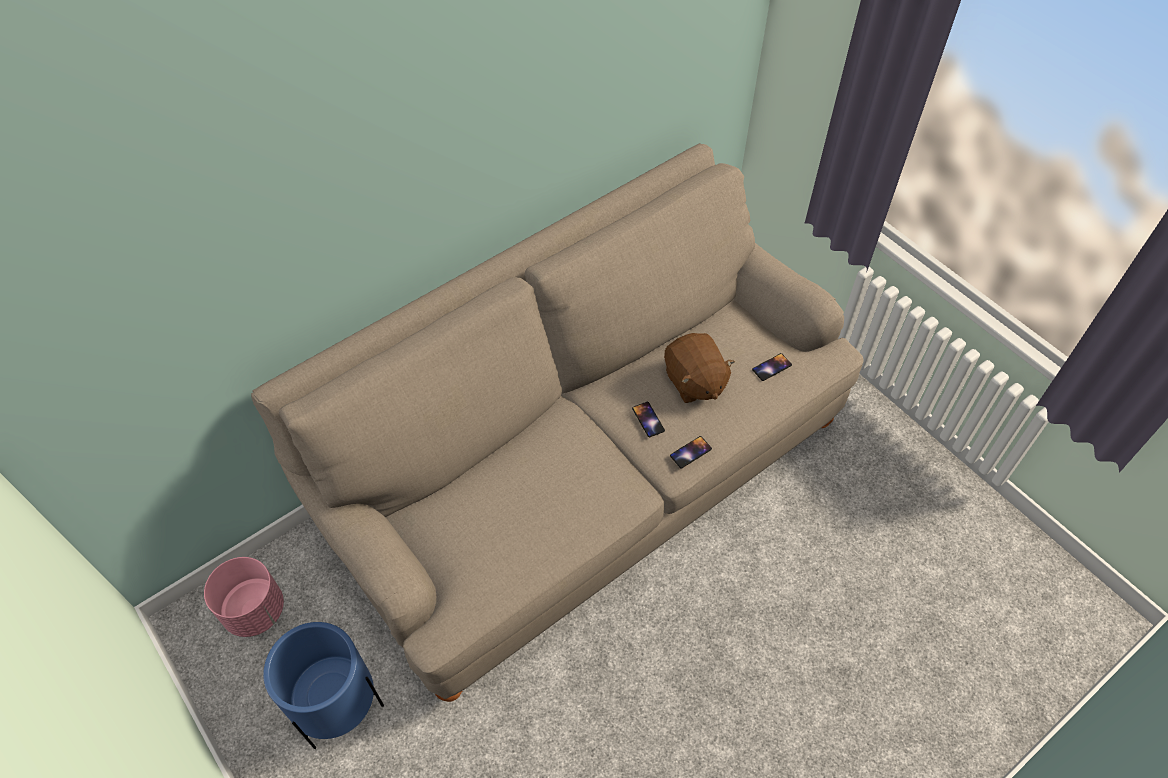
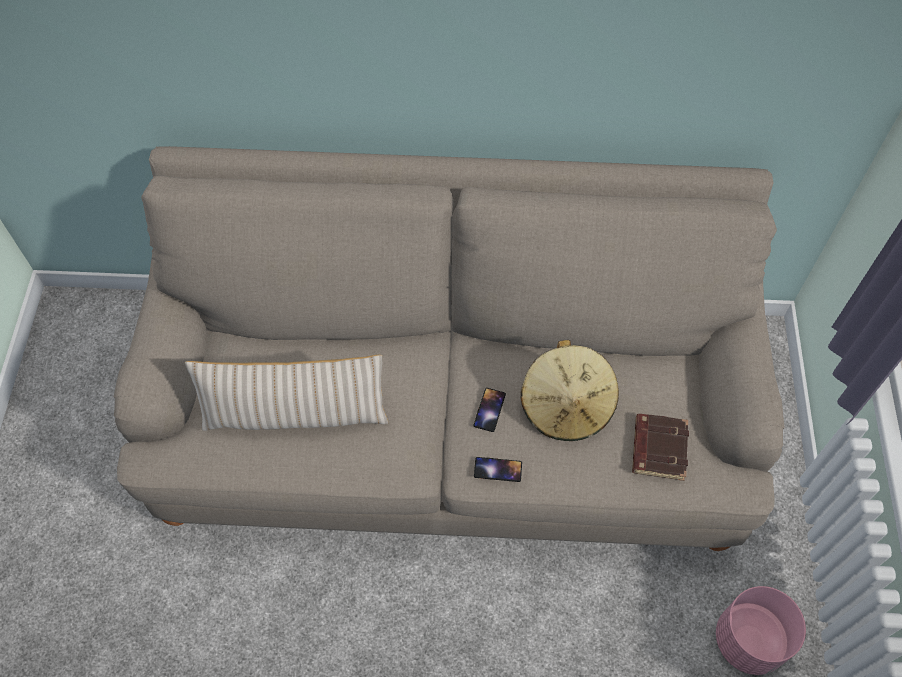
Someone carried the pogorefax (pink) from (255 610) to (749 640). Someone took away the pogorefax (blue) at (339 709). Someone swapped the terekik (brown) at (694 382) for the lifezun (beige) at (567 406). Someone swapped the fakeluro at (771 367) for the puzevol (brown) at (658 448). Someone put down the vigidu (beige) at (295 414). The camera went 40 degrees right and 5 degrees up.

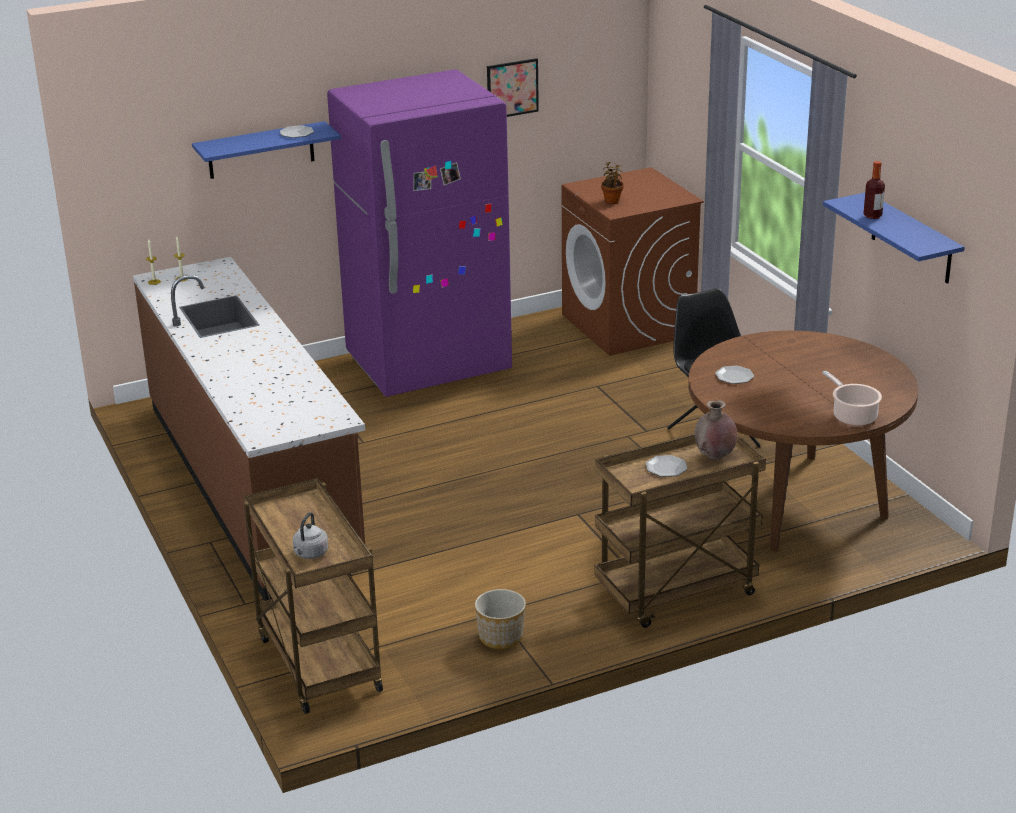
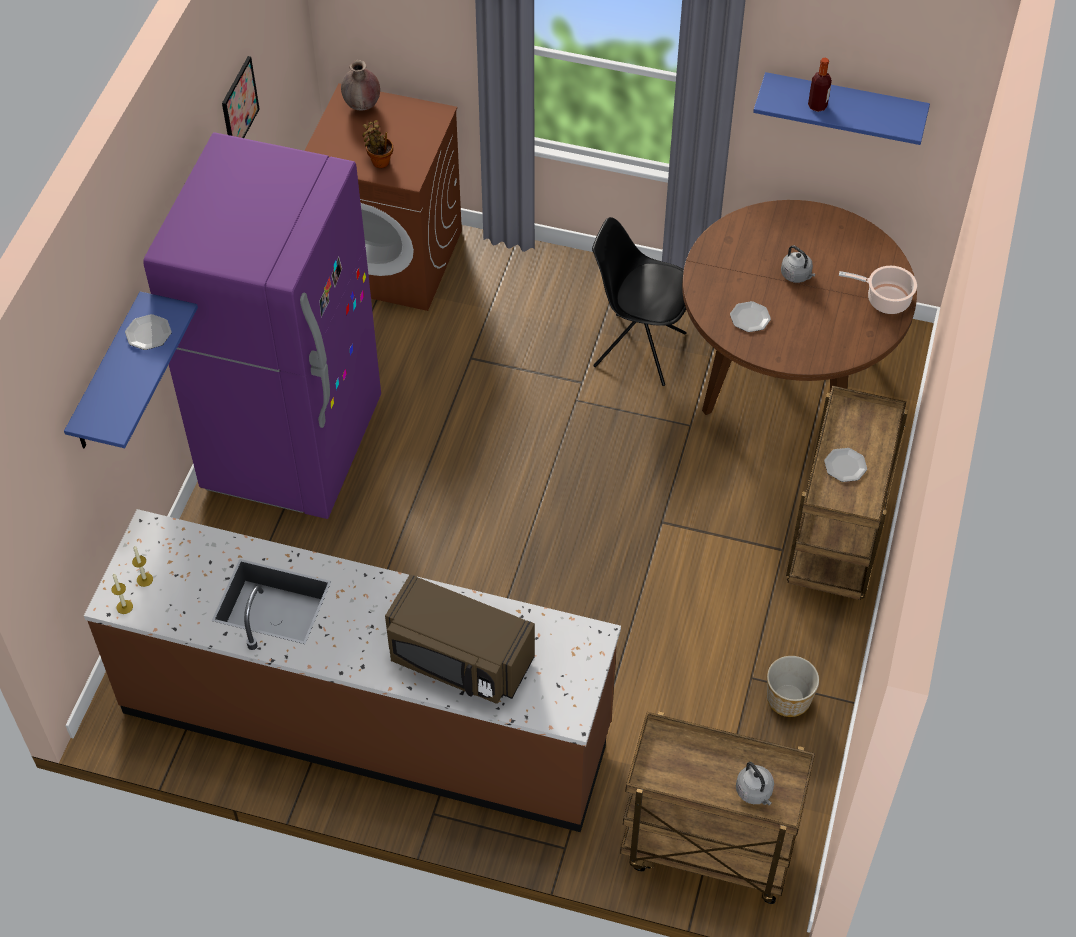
Someone carried the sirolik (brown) from (714 456) to (362 106). Someone put down the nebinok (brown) at (459 660). Someone put down the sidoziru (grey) at (797 275). The camera went 50 degrees left and 25 degrees up.

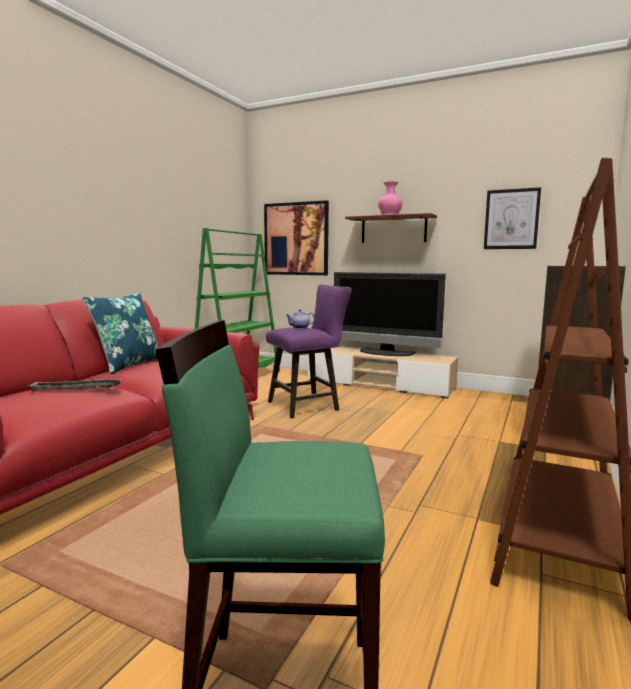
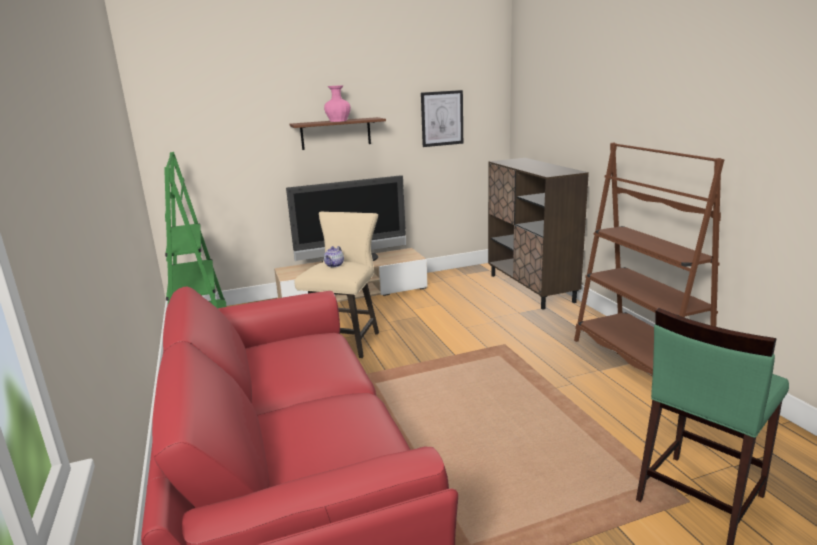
Someone took away the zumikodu at (76 389). Someone took away the vigidu (blue) at (128 365). Someone took away the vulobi at (296 239). Someone repainted the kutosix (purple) at (308 405), which became the kutosix (beige) at (346 339). The camera went 45 degrees left and 10 degrees up.

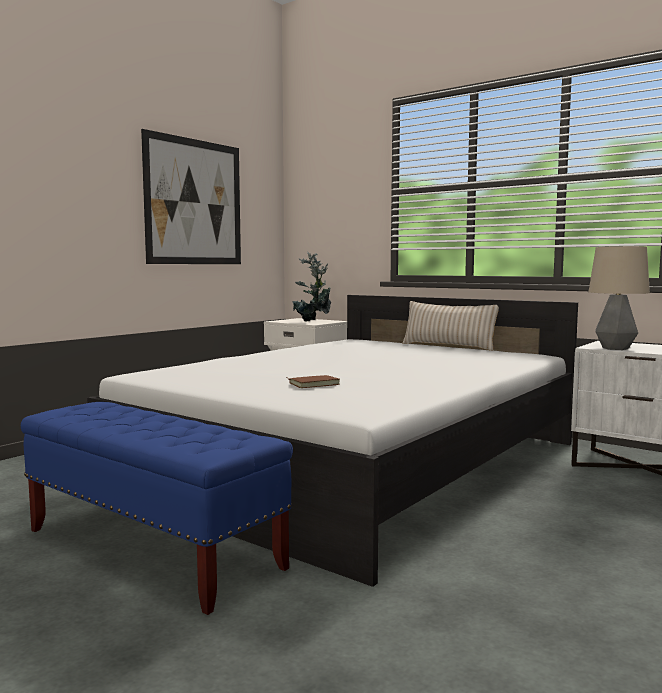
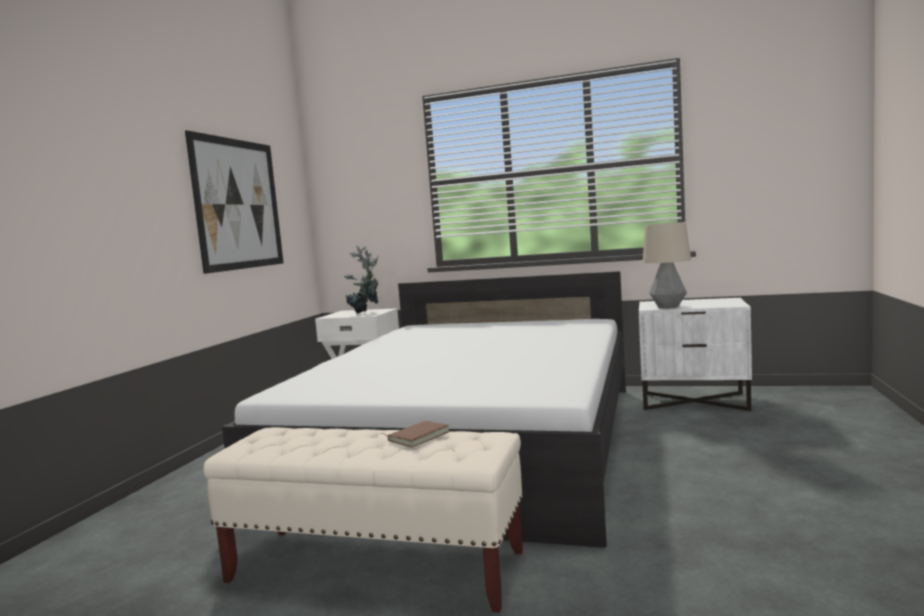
Someone repainted the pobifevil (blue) at (152 550), which became the pobifevil (beige) at (375 568). Someone carried the puzevol (brown) from (313 384) to (417 436). Someone took away the vigidu (beige) at (448 346). The camera went 20 degrees left and 0 degrees up.

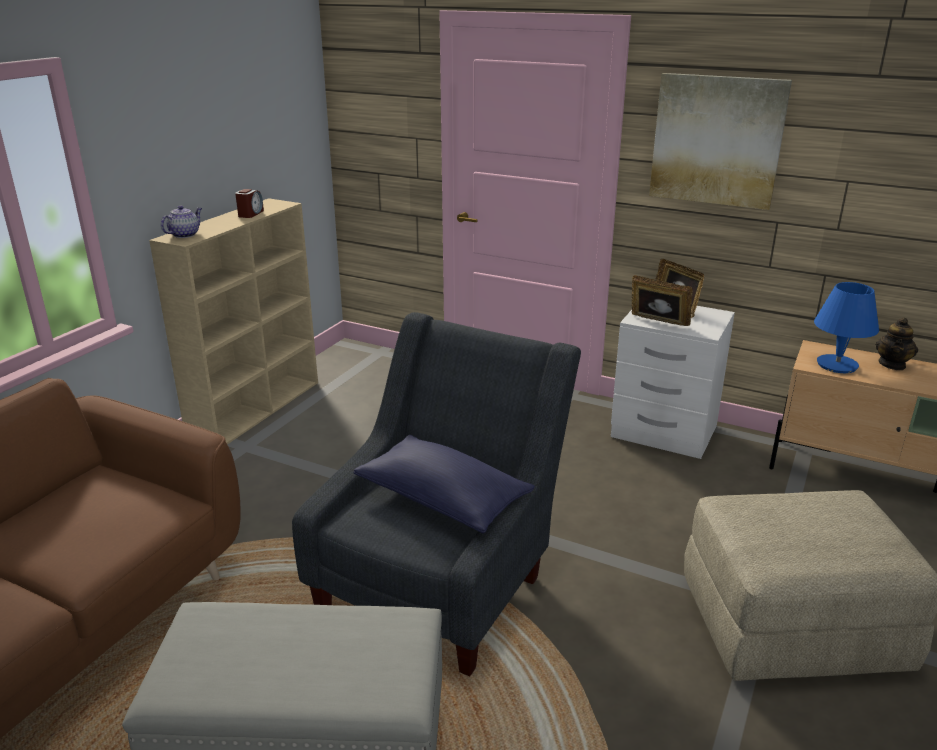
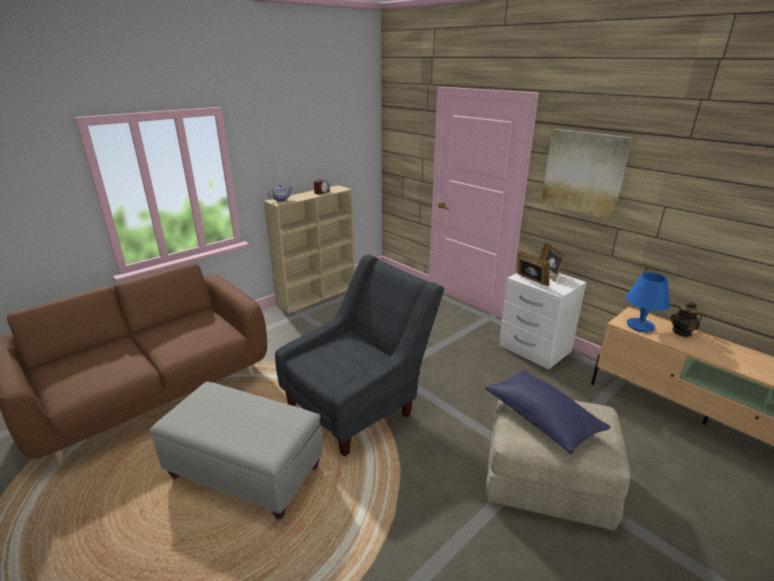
Someone carried the vigidu (blue) from (443 500) to (542 419). The camera went 20 degrees right and 0 degrees up.

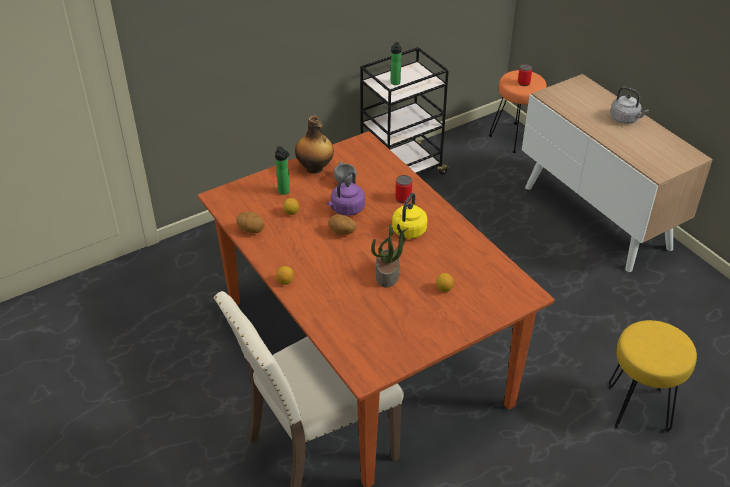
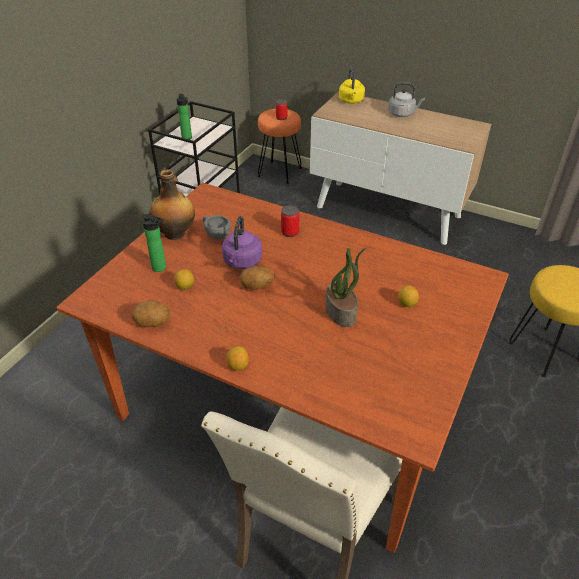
Someone carried the sidoziru (yellow) from (408 232) to (351 101). The camera went 30 degrees left and 0 degrees up.

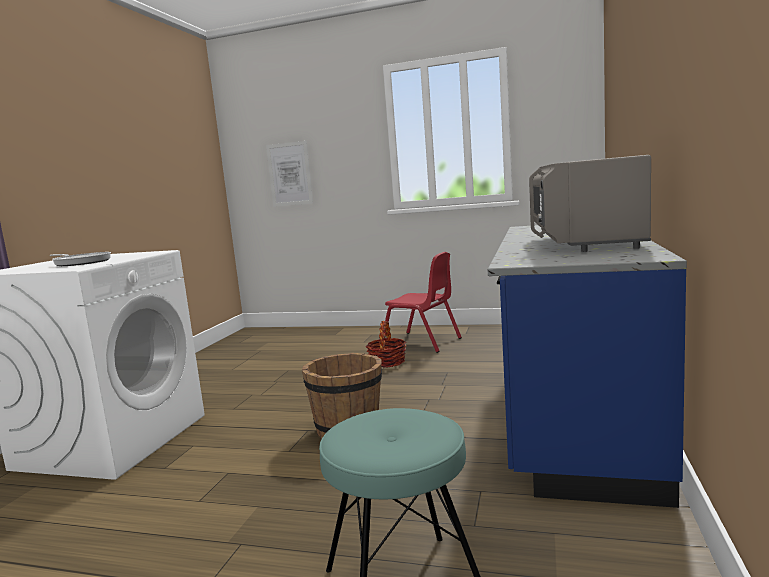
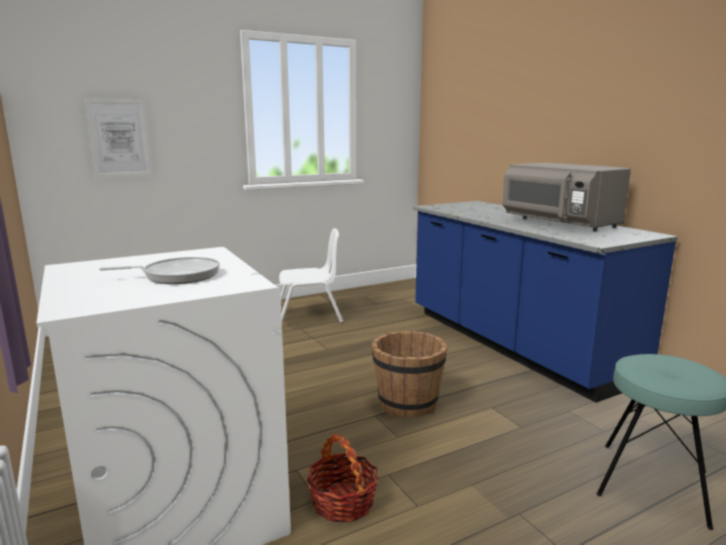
Someone carried the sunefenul from (387 362) to (342 502). Someone repainted the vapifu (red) at (421 342), which became the vapifu (white) at (309 316). The camera went 45 degrees left and 5 degrees up.

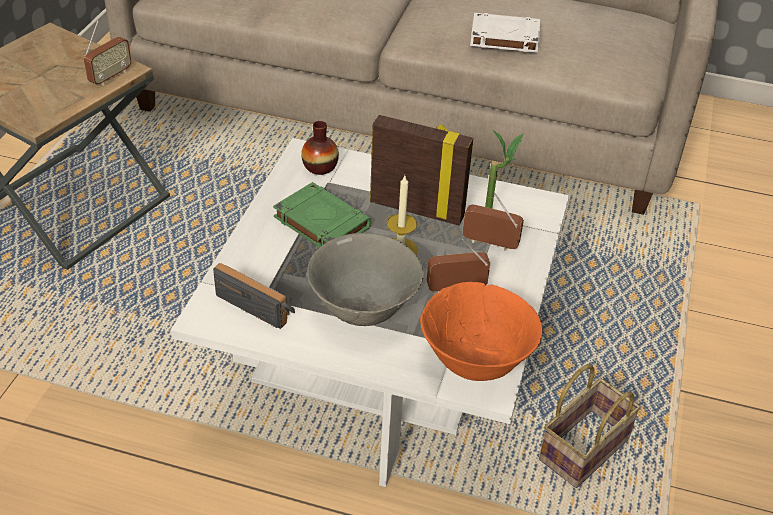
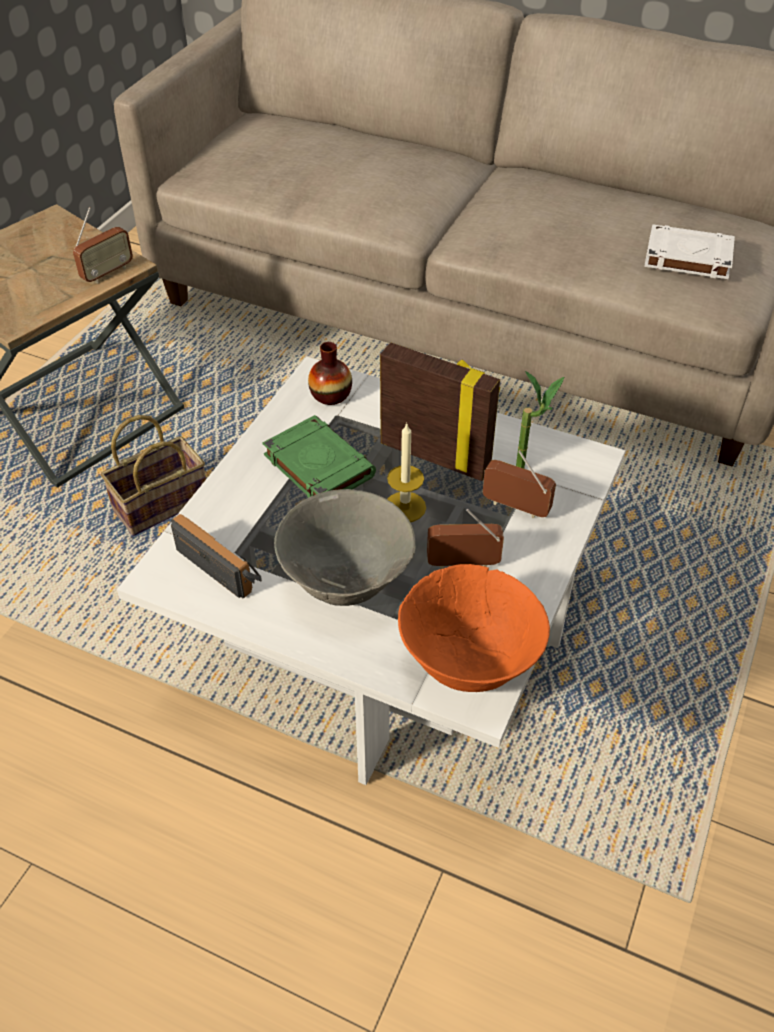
Someone carried the puzevol (white) from (503 37) to (686 257). Someone carried the sunefenul from (583 447) to (162 502). The camera went 10 degrees right and 5 degrees up.

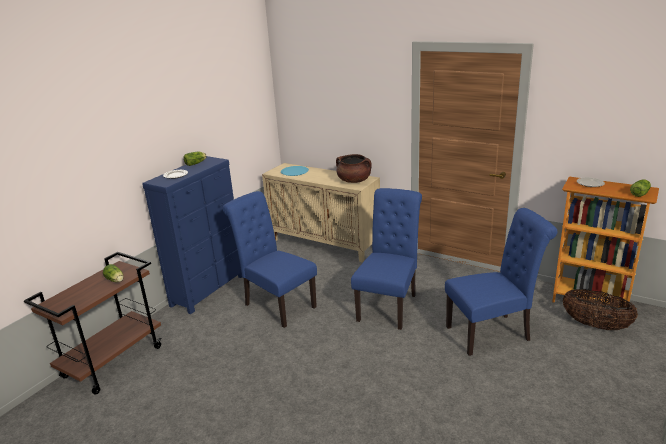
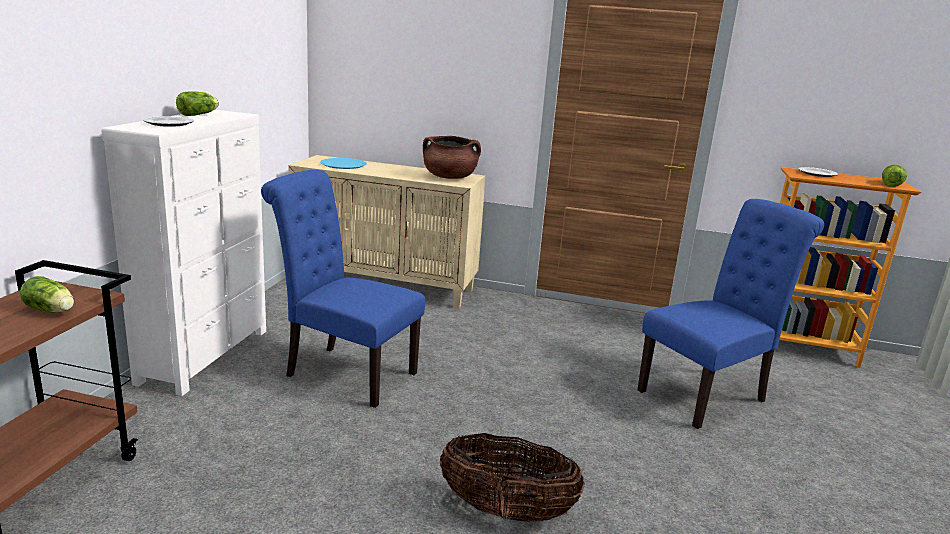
Someone repainted the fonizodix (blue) at (209 290), which became the fonizodix (white) at (207 356). Someone took away the vapifu (blue) at (389 305). Someone carried the sunefenul from (595 325) to (506 511). The camera went 20 degrees left and 5 degrees down.

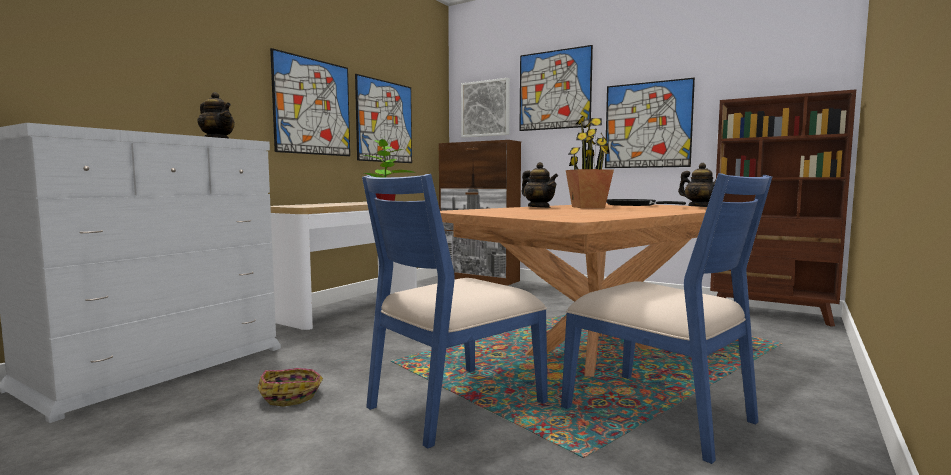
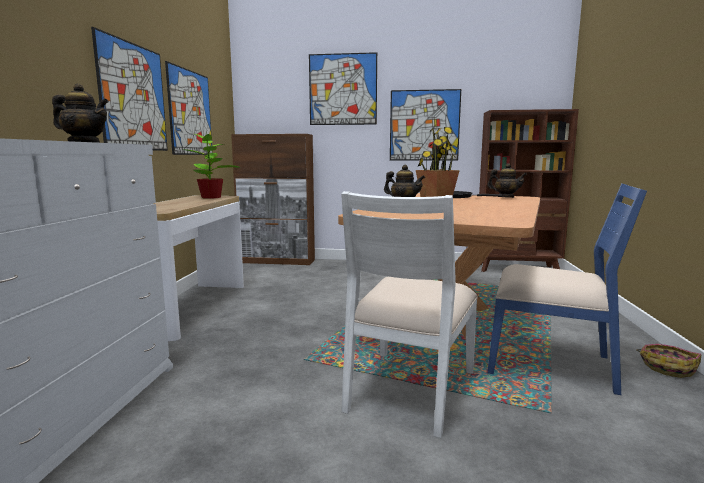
Someone carried the sunefenul from (291 395) to (667 367). Someone repainted the vapifu (blue) at (454 404), which became the vapifu (white) at (409 390). Someone took away the vulobi at (485 108). The camera went 25 degrees left and 5 degrees up.

